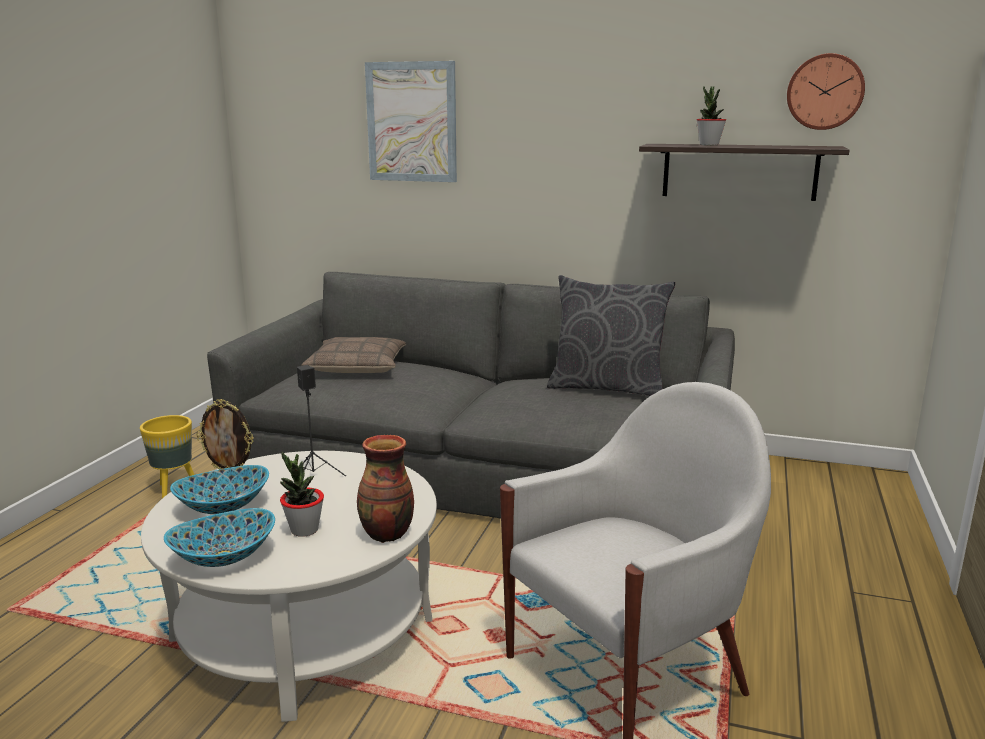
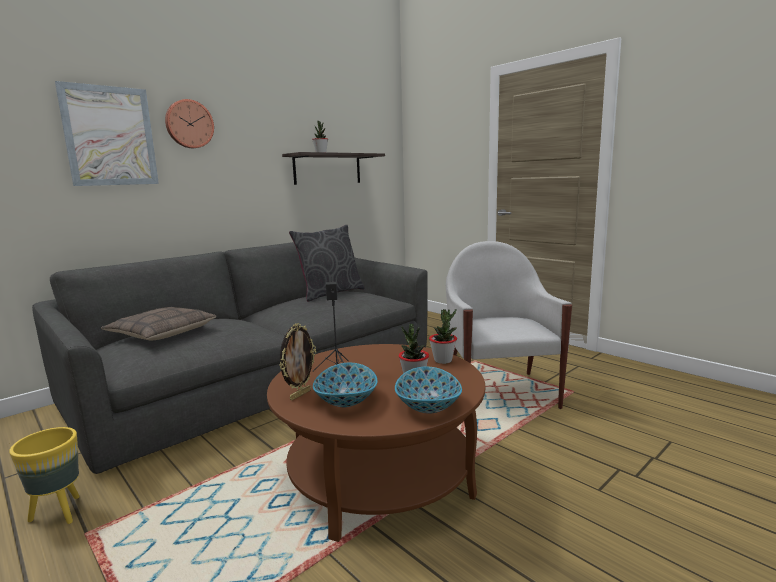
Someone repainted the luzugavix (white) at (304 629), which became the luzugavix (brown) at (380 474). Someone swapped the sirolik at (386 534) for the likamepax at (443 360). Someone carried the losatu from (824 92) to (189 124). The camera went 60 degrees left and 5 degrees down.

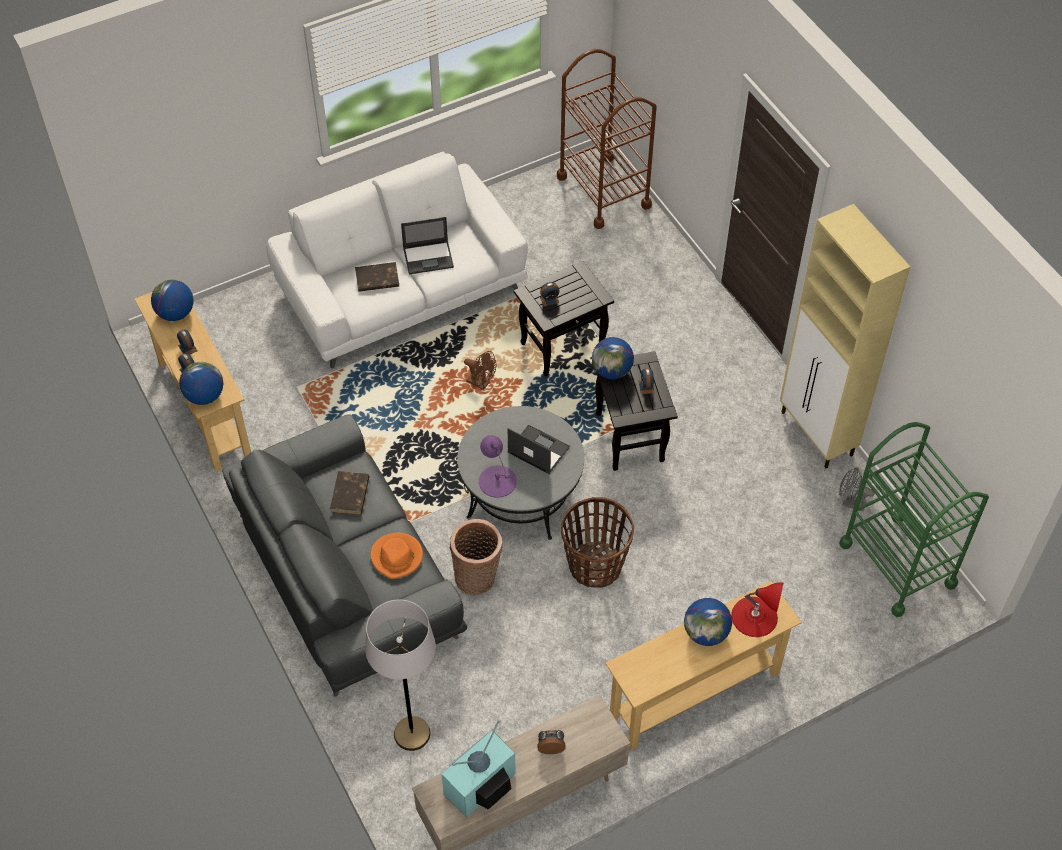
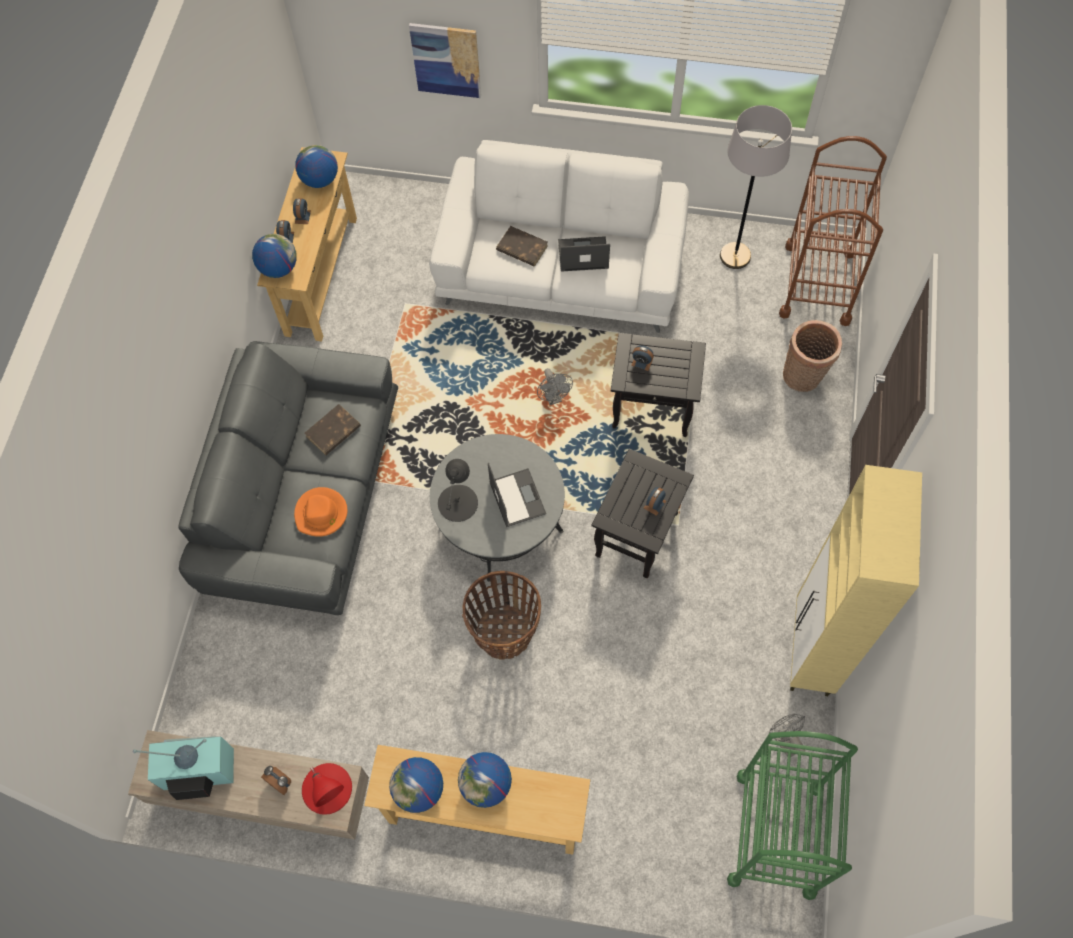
Someone carried the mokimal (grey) from (412 734) to (735 256). Someone rotated the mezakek at (429 257) by 150 degrees clockwise. Someone carried the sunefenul from (478 578) to (804 377). Someone repainted the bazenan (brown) at (481 383), which became the bazenan (grey) at (553 398). Someone repainted the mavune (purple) at (497 481), which became the mavune (black) at (458 502). Someone carried the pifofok from (612 371) to (419 790). Someone carried the mavune (red) from (754 616) to (327 788). Someone put up the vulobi at (446 60). The camera went 40 degrees right and 10 degrees up.

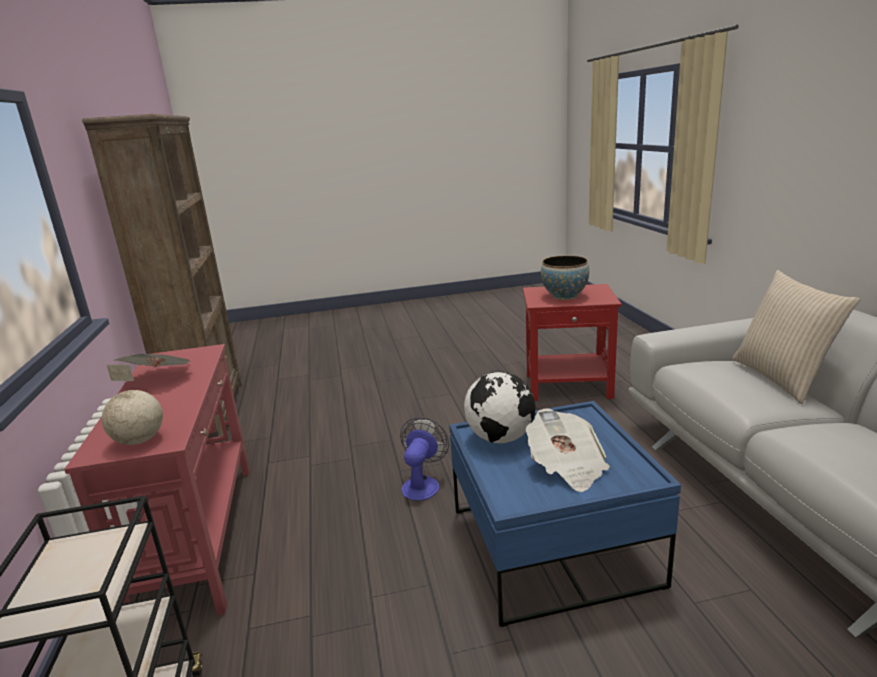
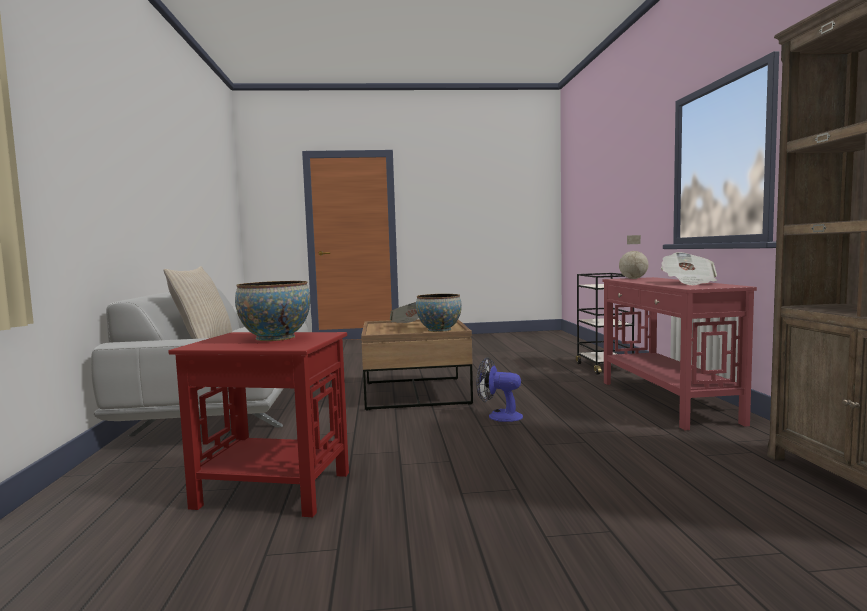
Someone rotated the bazenan at (422 484) by 90 degrees clockwise. Someone repainted the luzugavix (blue) at (552 546), which became the luzugavix (brown) at (415 393). Someone swapped the pifofok at (500 438) for the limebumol at (439 330). The camera went 175 degrees left and 15 degrees down.

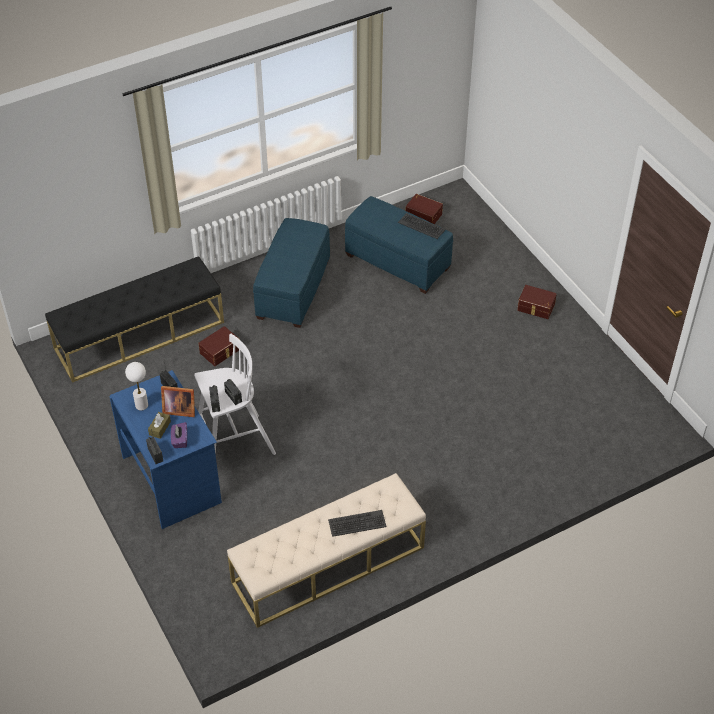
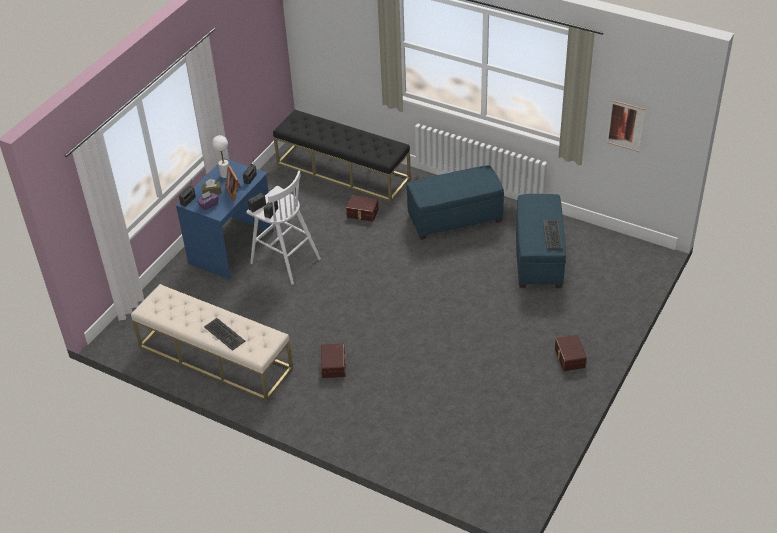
Someone carried the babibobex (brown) from (424 215) to (334 365). Someone put up the vulobi at (625 125). The camera went 60 degrees right and 5 degrees down.

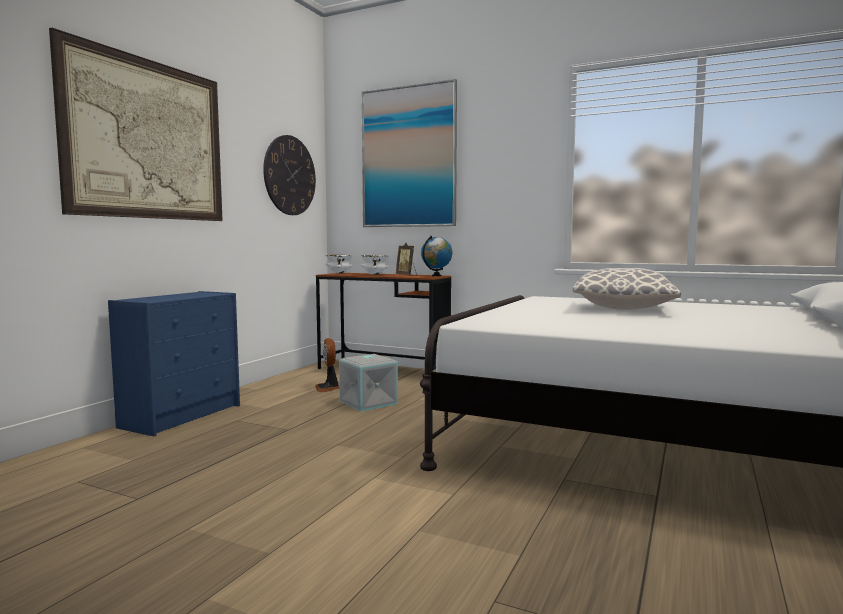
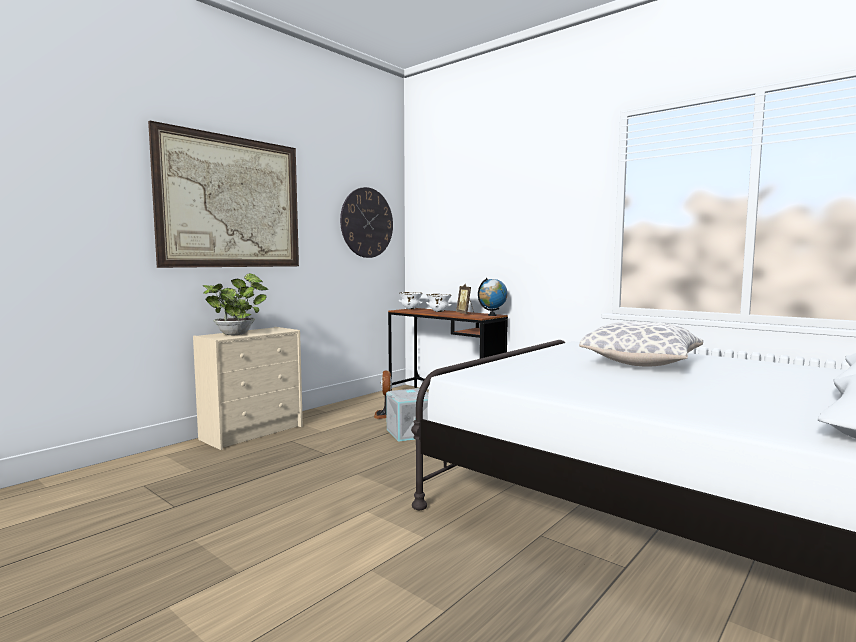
Someone repainted the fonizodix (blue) at (183 416), which became the fonizodix (beige) at (253 432). Someone took away the vulobi at (408 157). Someone put down the likamepax at (237 334). The camera went 15 degrees right and 0 degrees up.

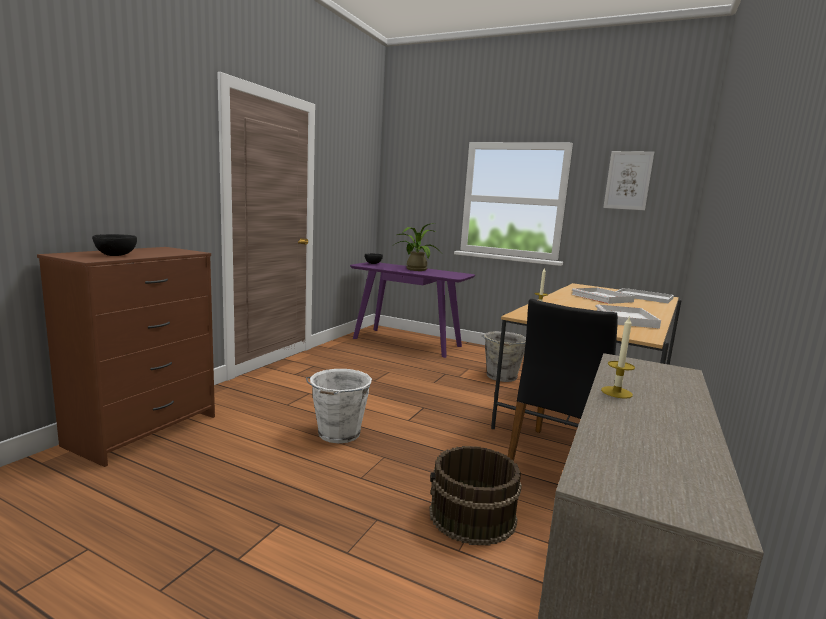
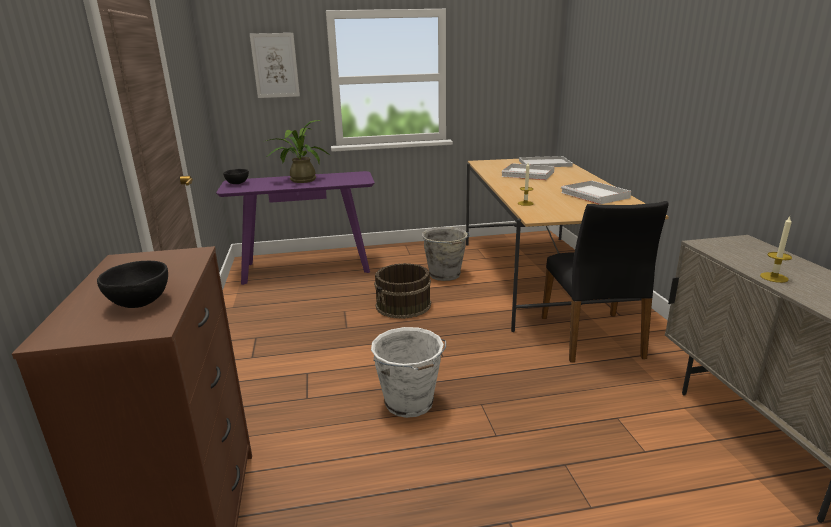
Someone carried the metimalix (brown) from (472 516) to (403 305). Someone carried the vulobi from (628 180) to (275 65). The camera went 35 degrees left and 10 degrees up.

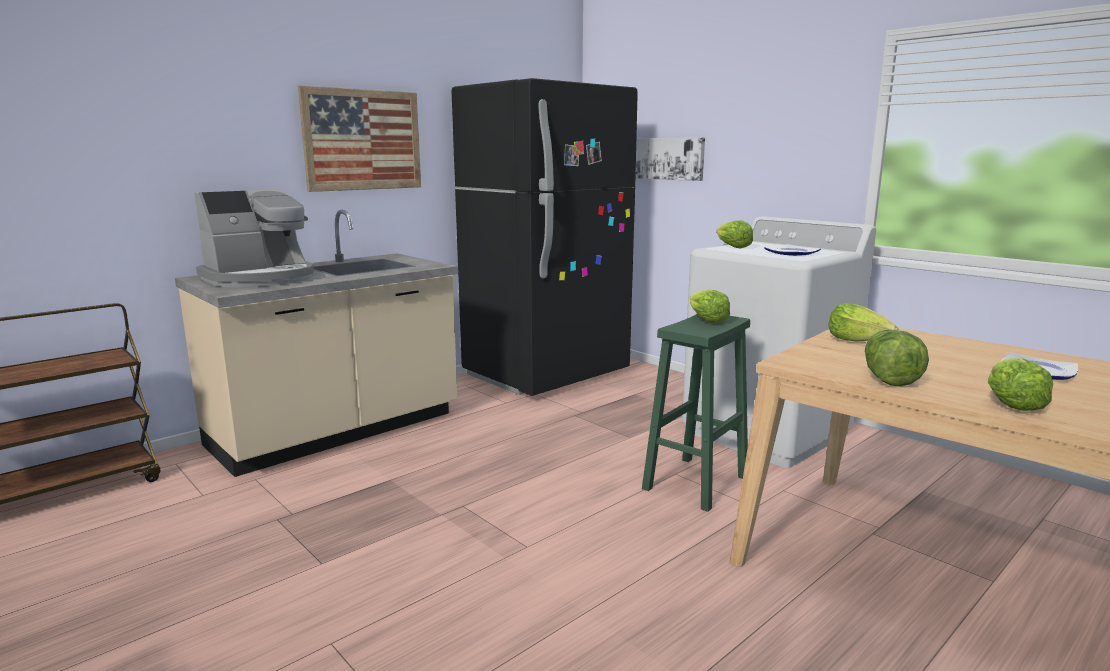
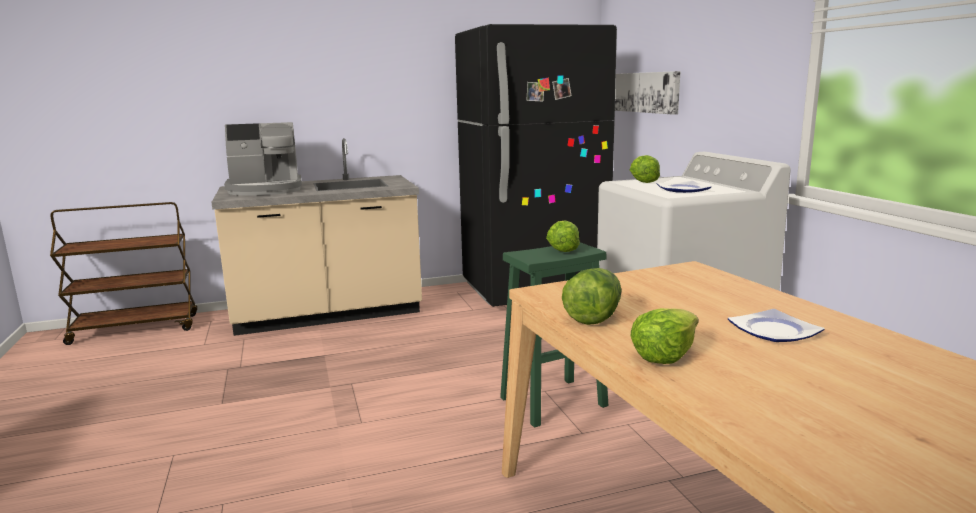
Someone took away the vulobi at (363 140). Someone took away the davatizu at (858 341). The camera went 25 degrees right and 0 degrees up.

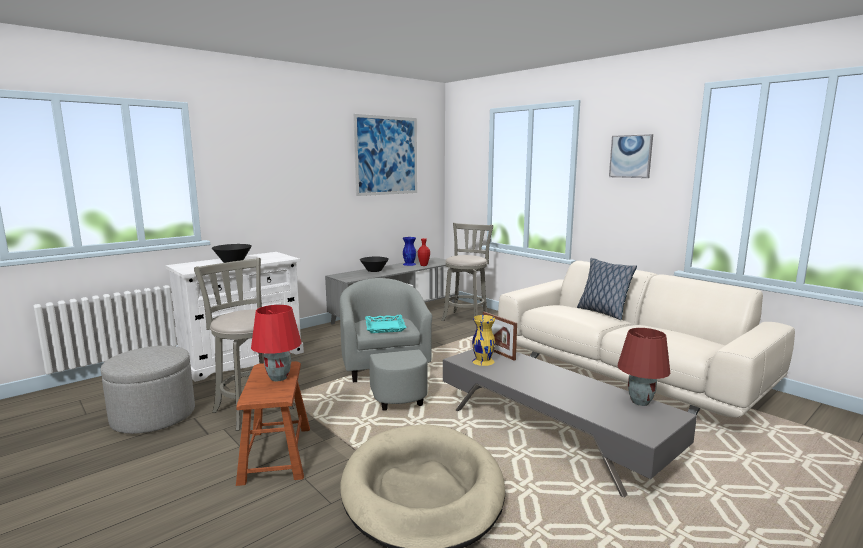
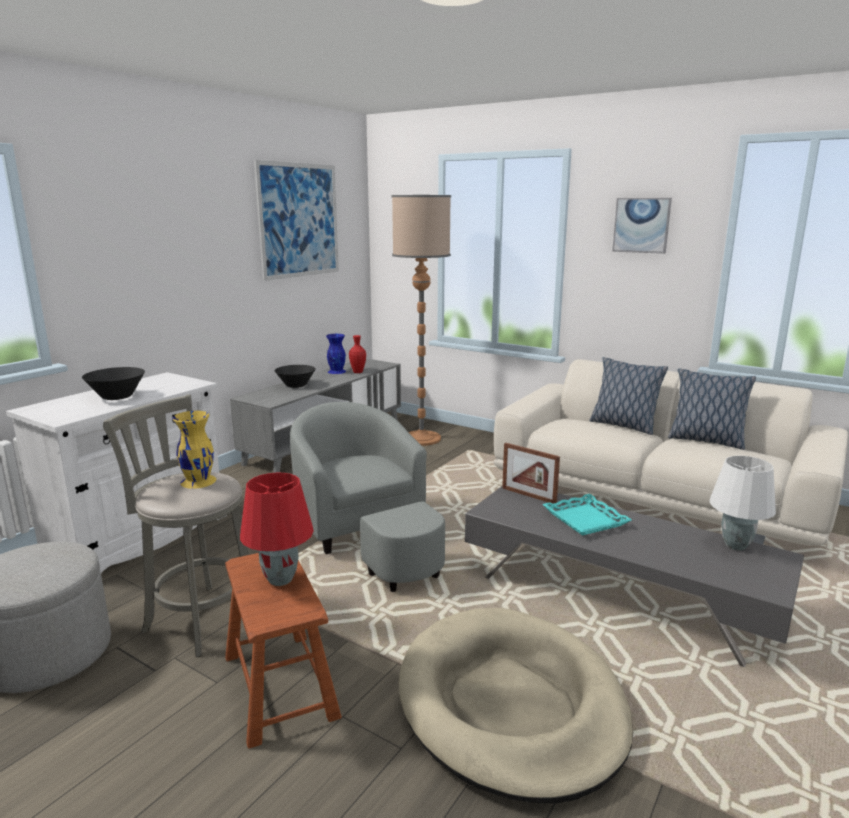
Someone carried the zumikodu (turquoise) from (385 327) to (586 519). Someone swapped the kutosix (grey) at (466 317) for the mokimal at (421 438). Someone carried the sirolik (yellow) from (483 361) to (198 481). Someone repainted the mavune (red) at (640 402), which became the mavune (white) at (735 545). Someone put down the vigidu at (705 441). The camera went 15 degrees left and 5 degrees up.

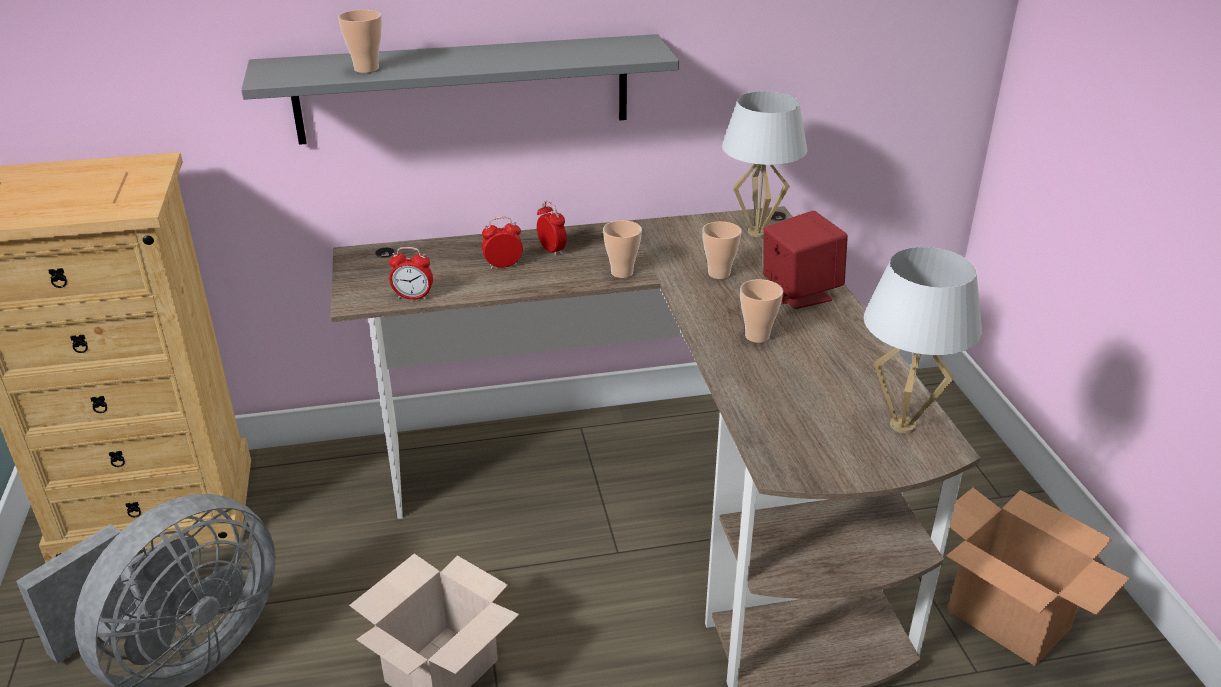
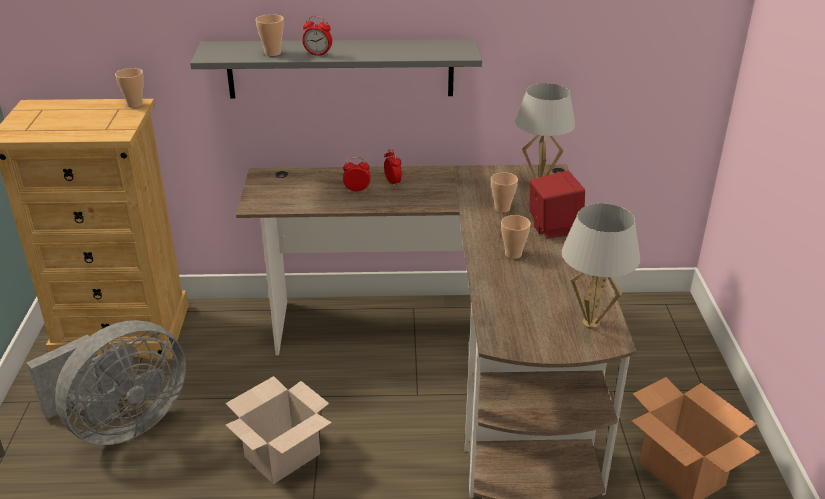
Someone carried the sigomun from (413 297) to (318 54). Someone carried the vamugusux from (622 272) to (135 105). The camera went 10 degrees right and 0 degrees up.

